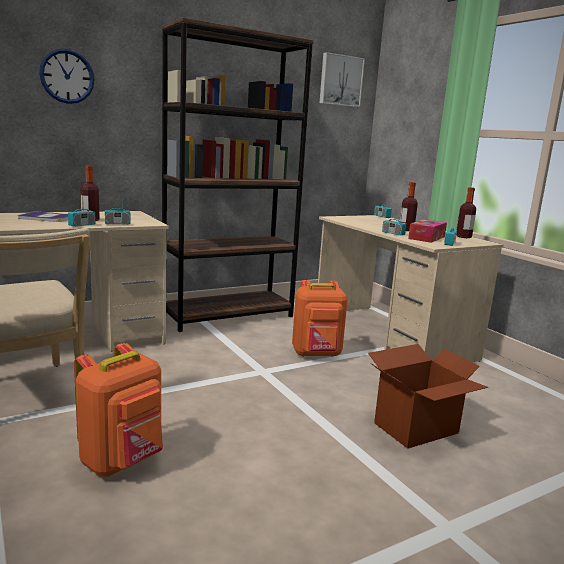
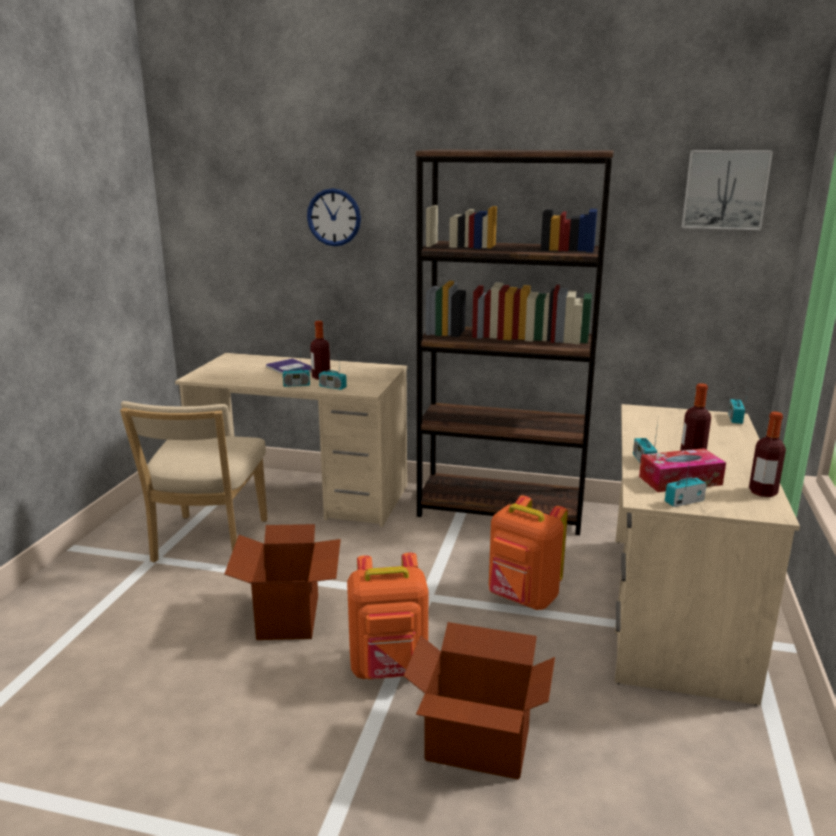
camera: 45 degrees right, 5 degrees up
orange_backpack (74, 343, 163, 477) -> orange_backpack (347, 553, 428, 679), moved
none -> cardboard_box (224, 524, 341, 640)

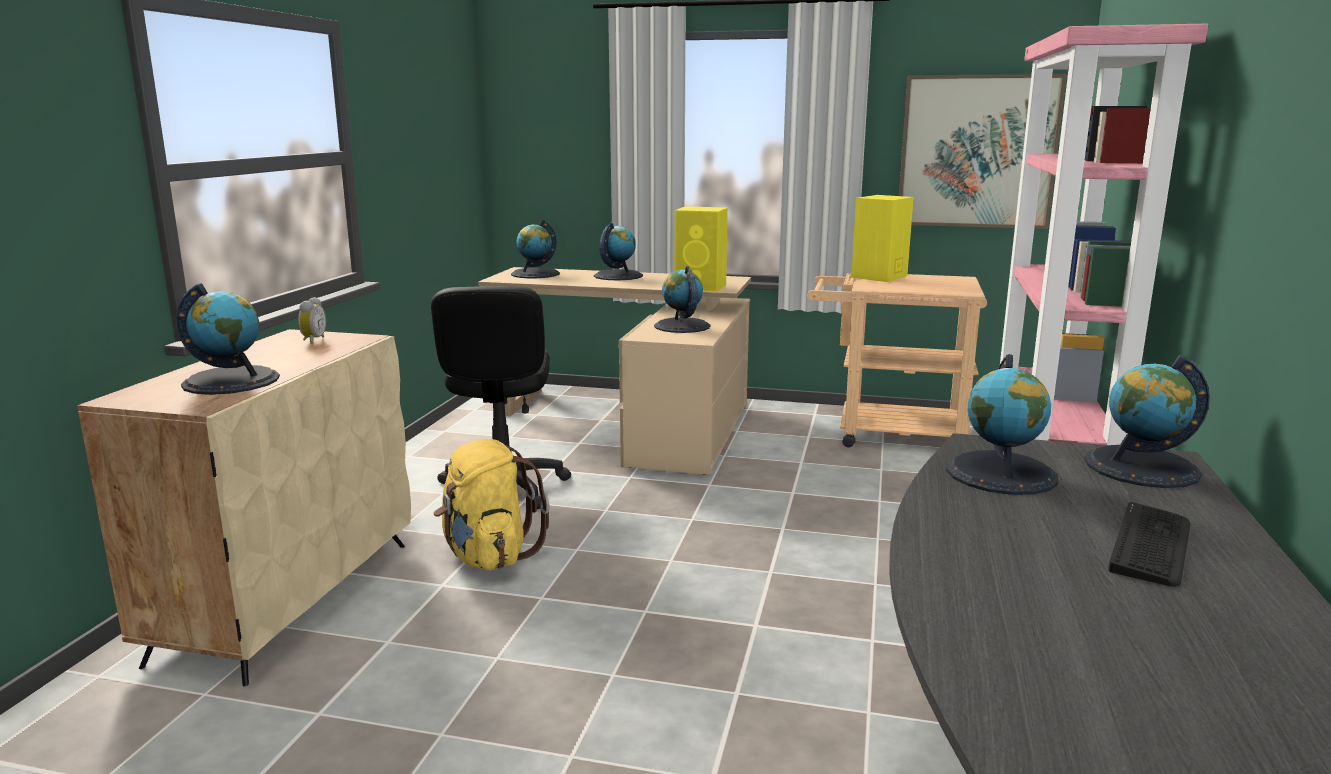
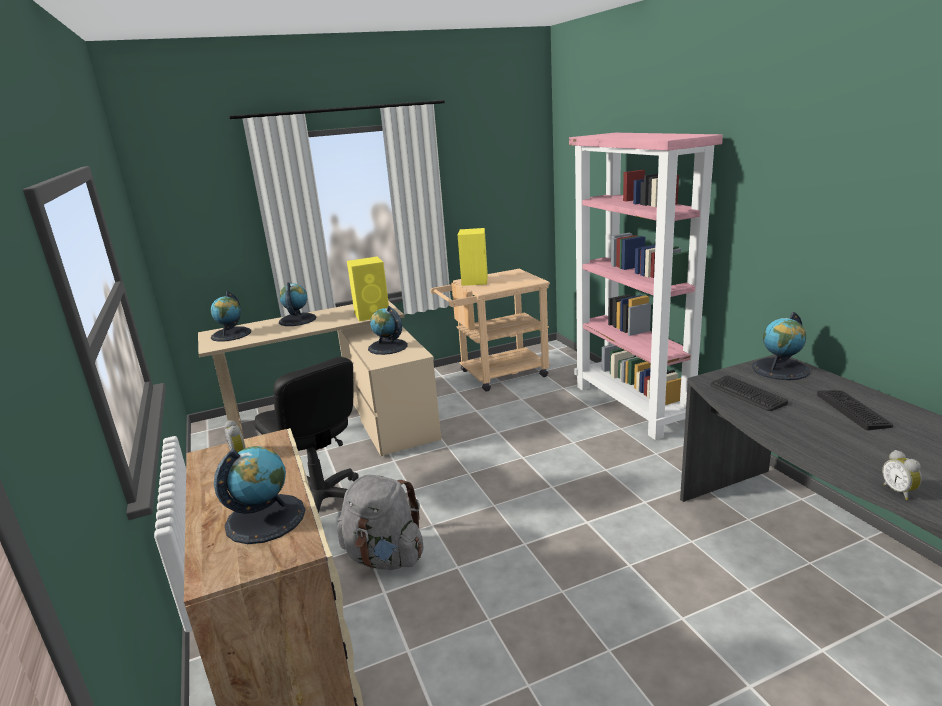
camera: 35 degrees left, 5 degrees up
yellow_backpack (434, 439, 550, 570) -> grey_backpack (337, 475, 423, 570)
picture (899, 74, 1067, 229) -> none
globe (946, 354, 1059, 495) -> keyboard (710, 376, 788, 411)
none -> alarm_clock (882, 450, 922, 500)

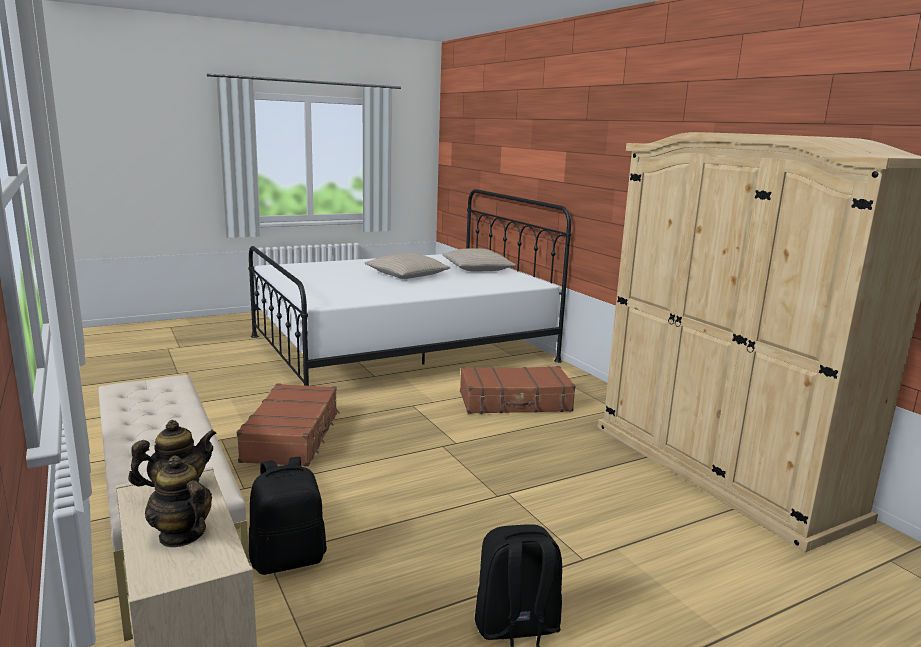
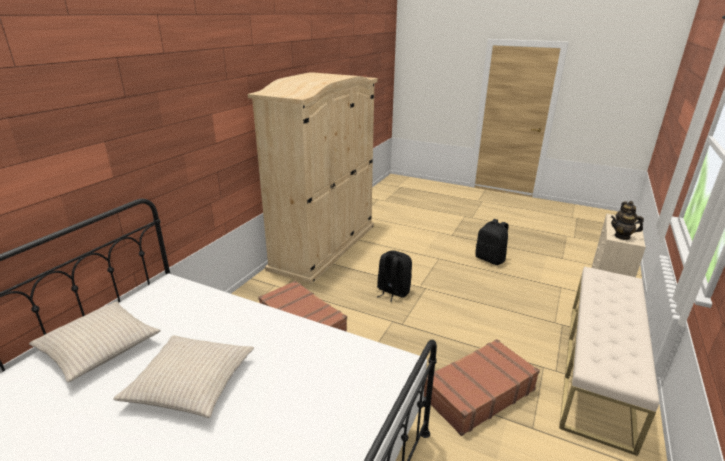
camera: 125 degrees left, 10 degrees up
black_backpack (249, 457, 327, 575) -> black_backpack (377, 250, 412, 302), moved

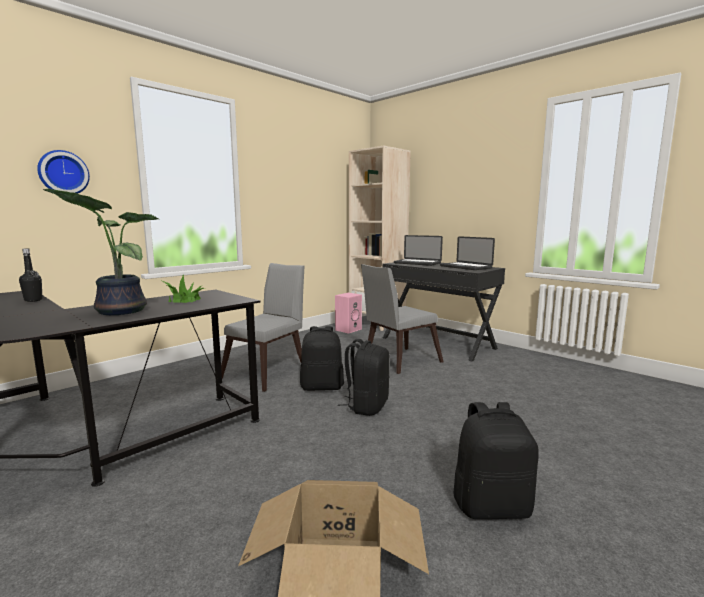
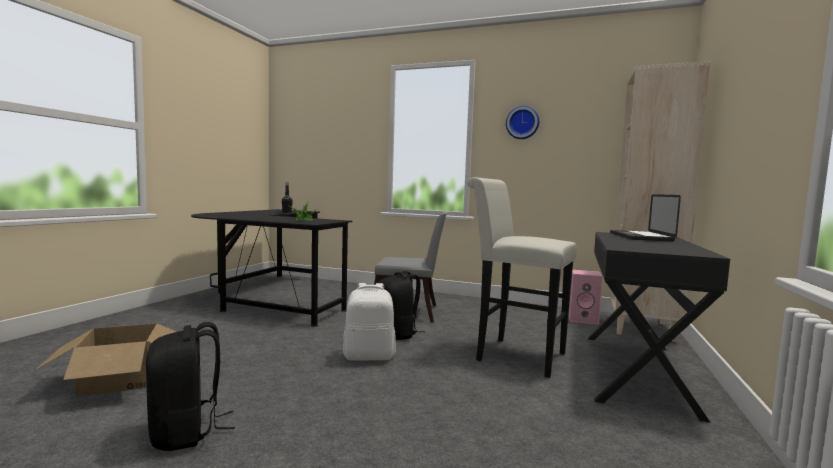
camera: 65 degrees right, 5 degrees down
wall_clock (37, 150, 90, 193) -> wall_clock (506, 106, 539, 139), moved
potted_plant (42, 188, 159, 315) -> none
black_backpack (338, 339, 389, 416) -> white_backpack (343, 283, 396, 360)
grey_chair (361, 264, 444, 374) -> white_stool (467, 177, 577, 378)
laptop (440, 236, 495, 270) -> none

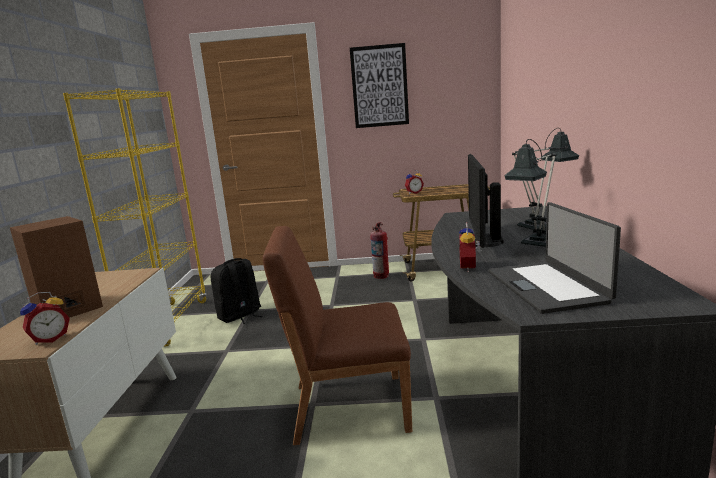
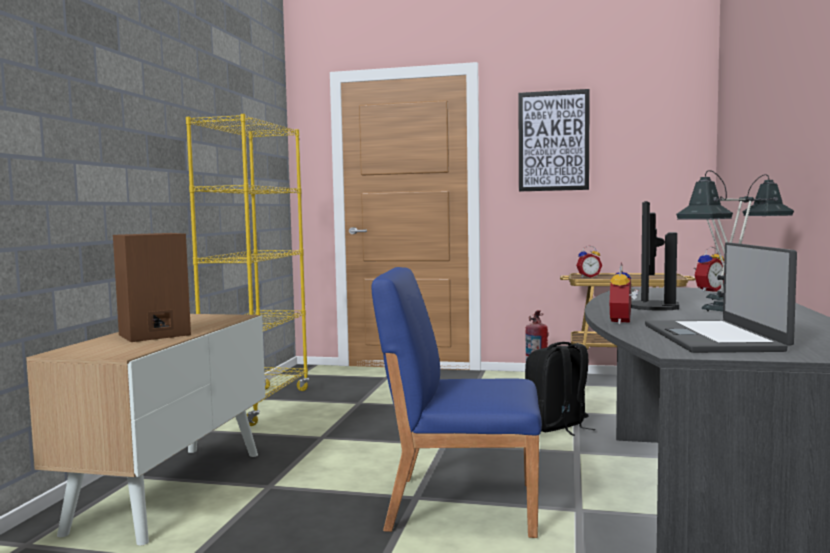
camera: 10 degrees right, 10 degrees down
alarm_clock (20, 292, 70, 345) -> alarm_clock (694, 246, 724, 292), moved
black_backpack (211, 258, 262, 324) -> black_backpack (525, 342, 595, 436), moved
brown_chair (263, 226, 412, 445) -> blue_chair (372, 267, 542, 538)

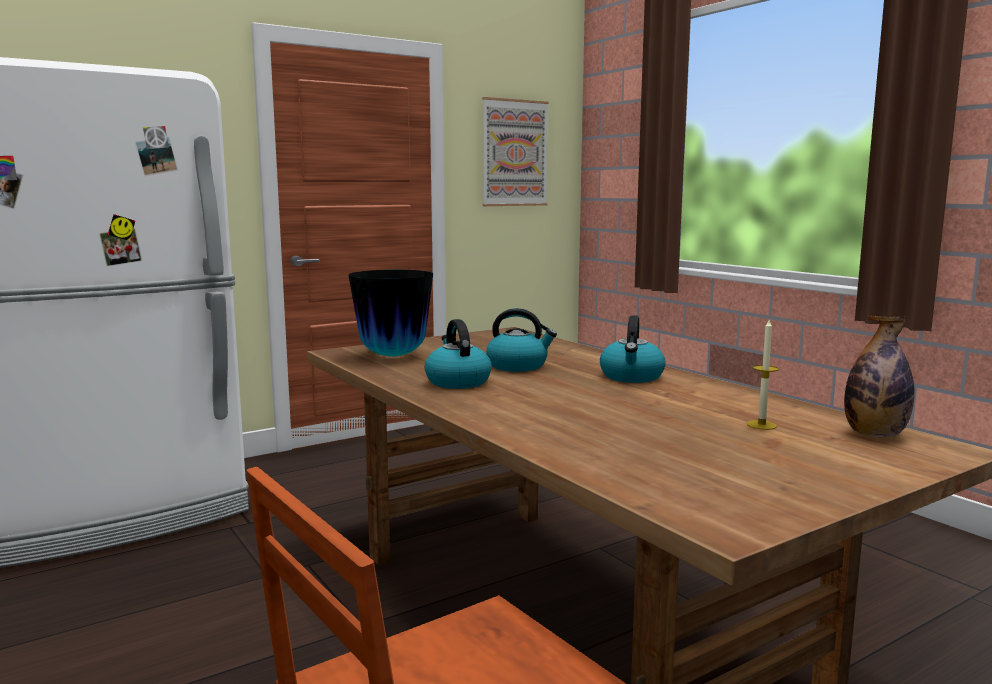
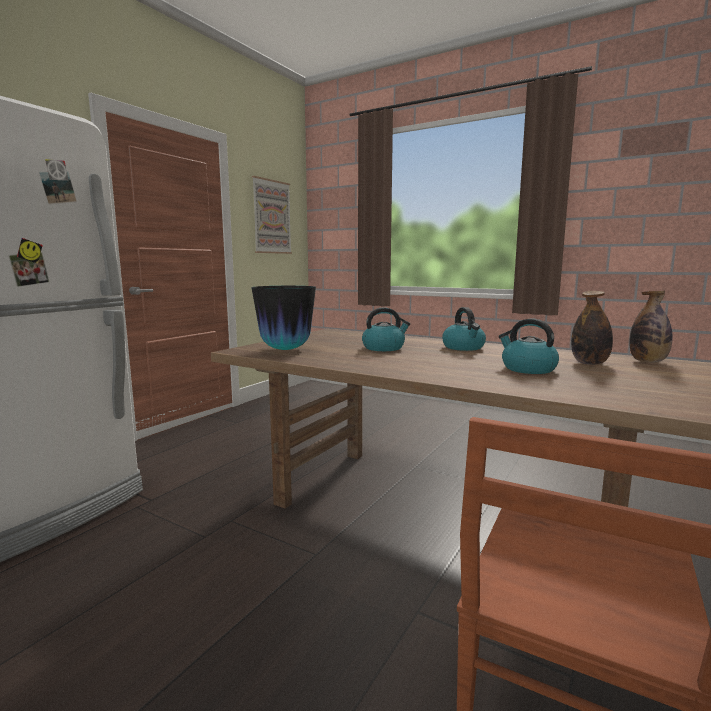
camera: 25 degrees left, 0 degrees up
kettle (425, 319, 492, 389) -> kettle (499, 319, 559, 374), moved
candle (747, 318, 779, 430) -> bottle (571, 291, 613, 365)

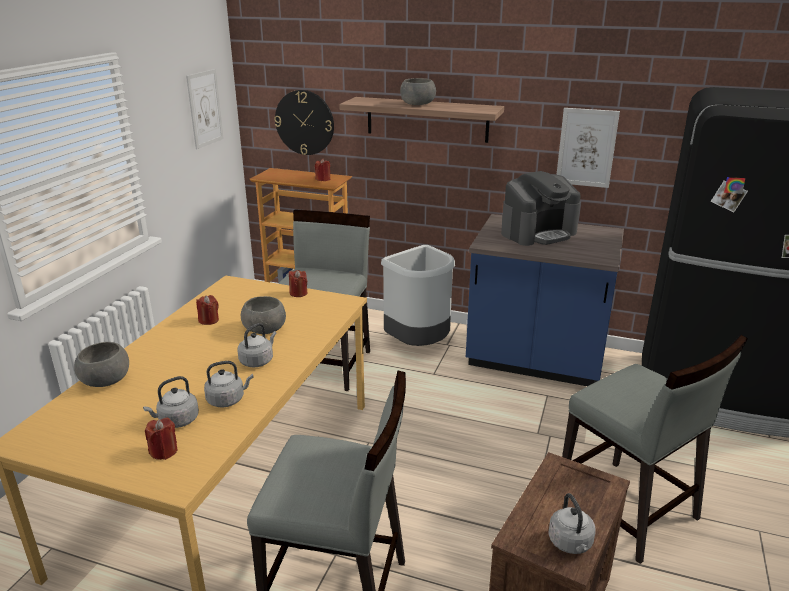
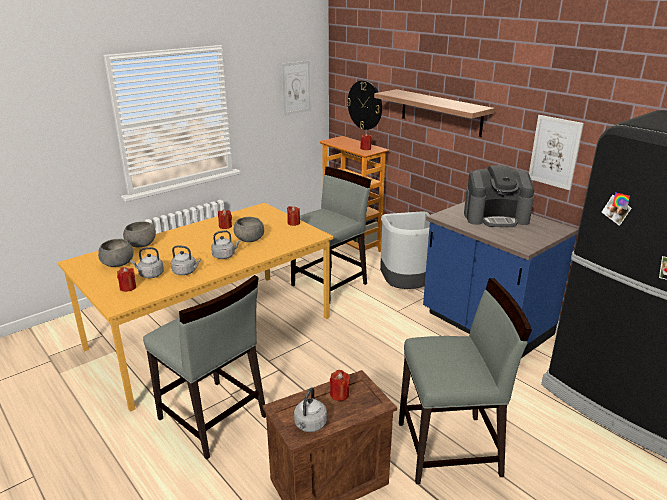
camera: 30 degrees right, 0 degrees up
grey_bowl (400, 78, 436, 105) -> grey_bowl (98, 239, 134, 267), moved
grey_chair (562, 335, 748, 564) -> grey_chair (399, 278, 532, 484), 90 degrees counterclockwise
none -> red_candle (330, 370, 350, 401)

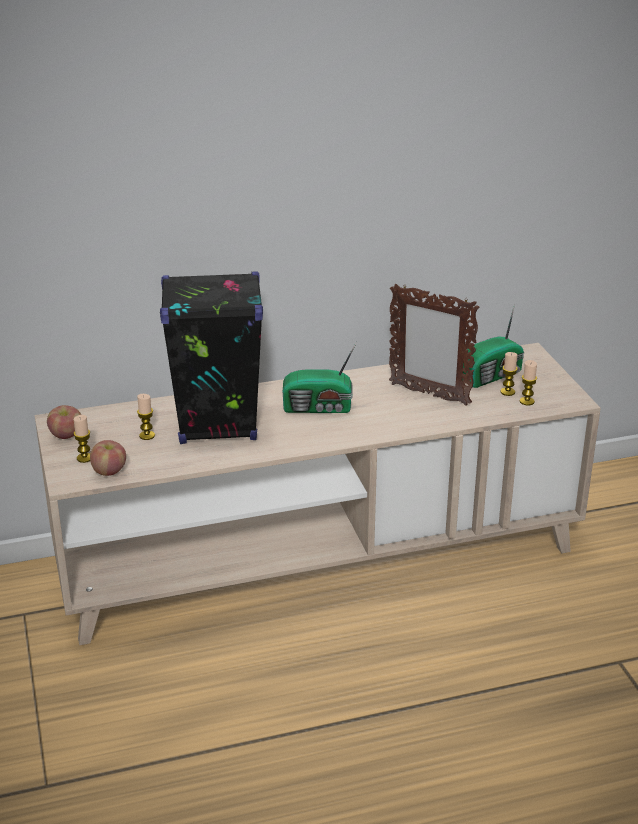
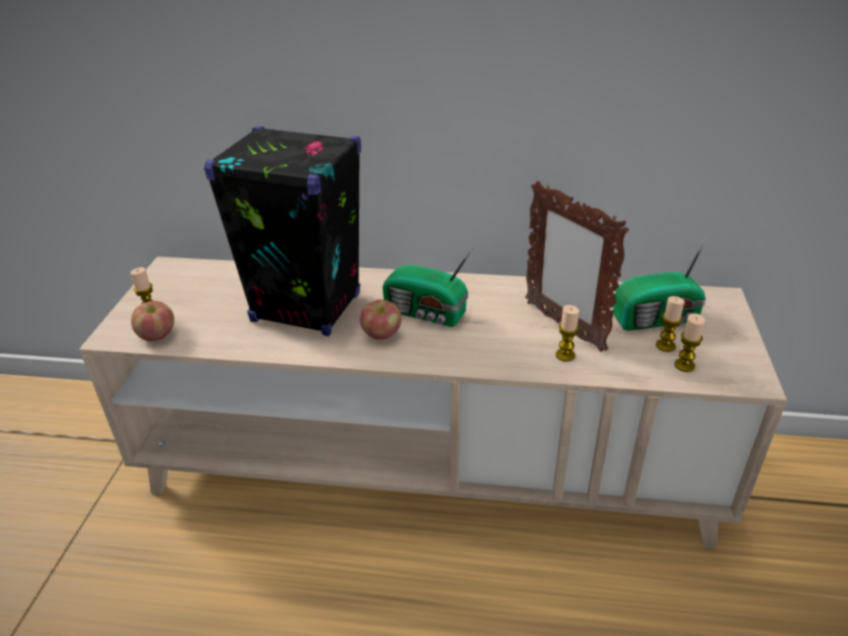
camera: 25 degrees right, 5 degrees up
apple (47, 405, 81, 439) -> apple (360, 299, 402, 340), moved
candle (137, 394, 155, 440) -> candle (556, 305, 579, 362), moved

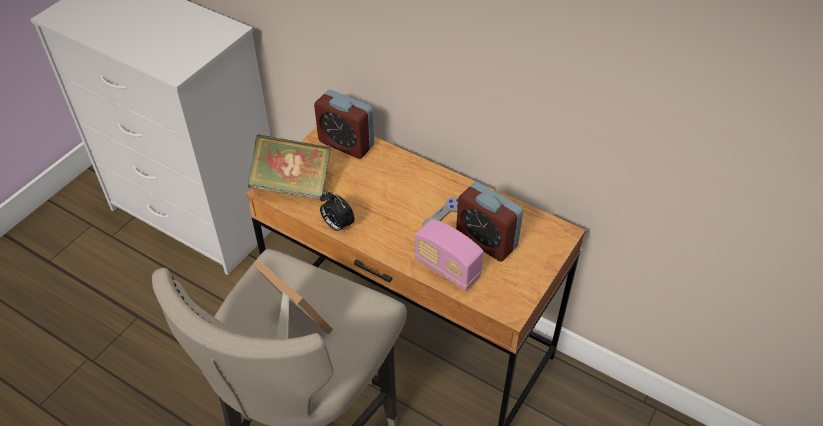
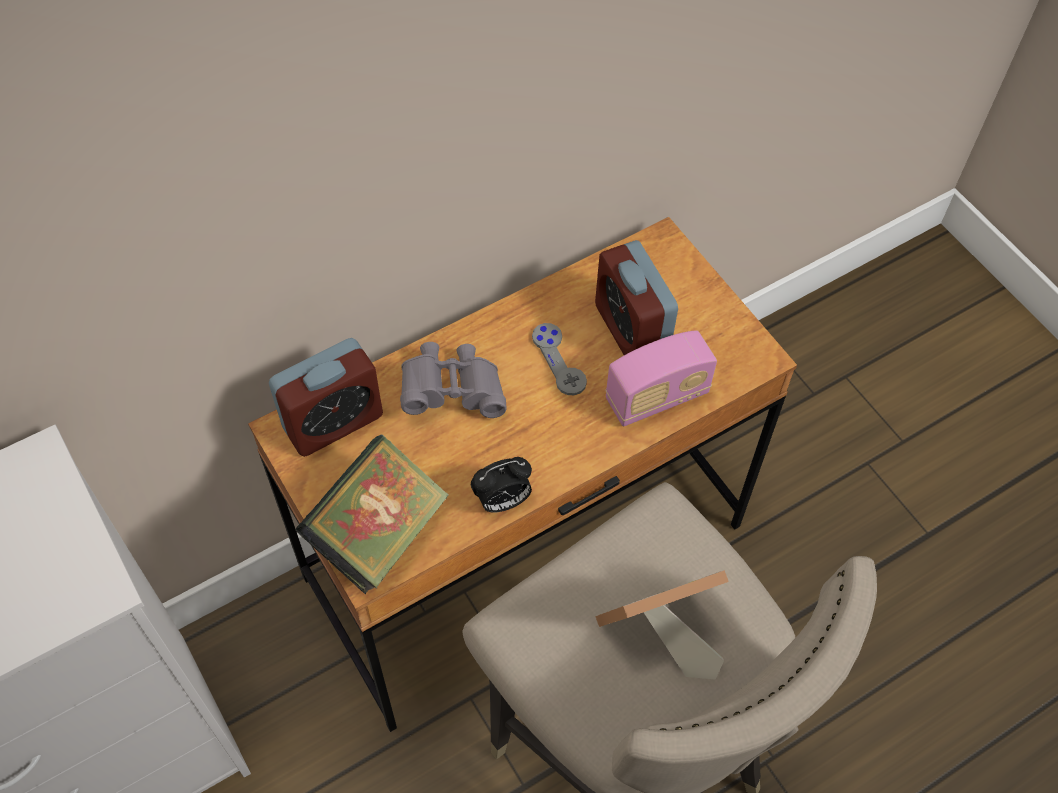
camera: 65 degrees left, 10 degrees up
alarm_clock (456, 182, 523, 262) -> alarm_clock (595, 240, 678, 355), 90 degrees clockwise
none -> grey_binoculars (400, 342, 507, 418)

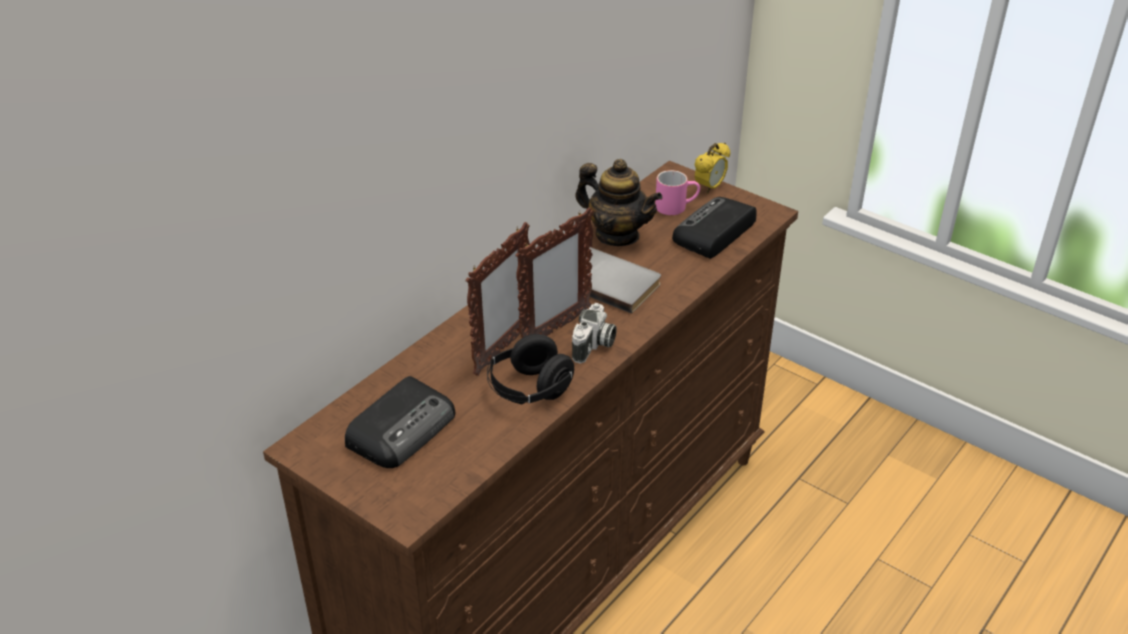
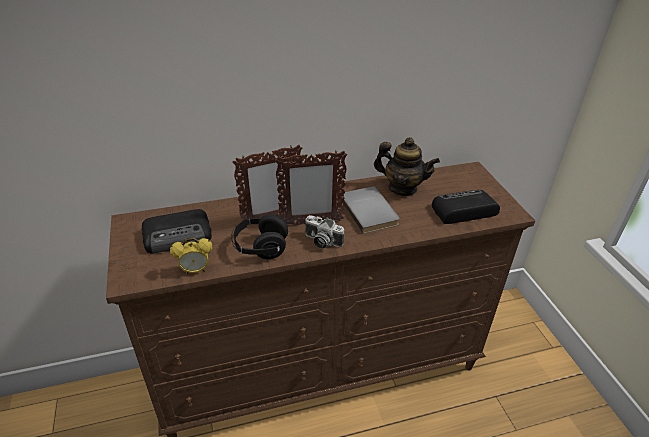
camera: 35 degrees right, 0 degrees up
photo_camera (572, 303, 617, 364) -> photo_camera (305, 215, 344, 249), 60 degrees clockwise
teapot (575, 159, 662, 246) -> teapot (374, 137, 440, 196), 45 degrees counterclockwise
pink_mug (655, 170, 700, 215) -> none
alarm_clock (694, 143, 730, 194) -> alarm_clock (170, 237, 213, 274), moved

